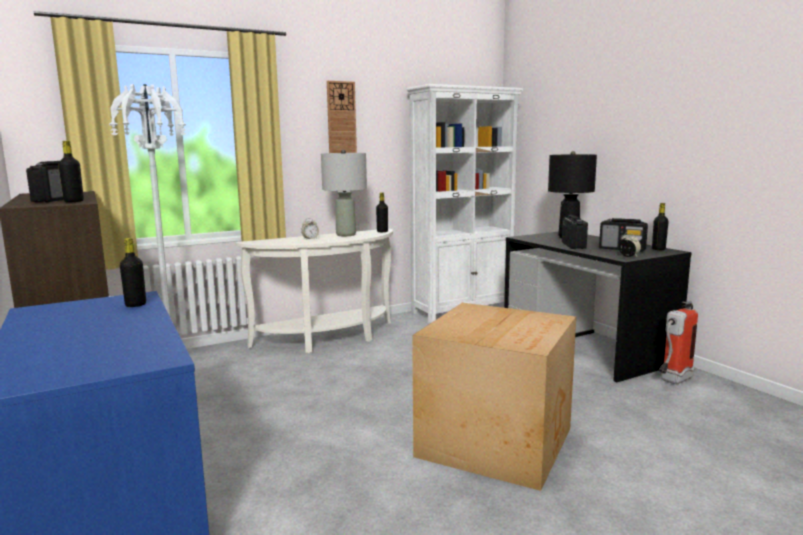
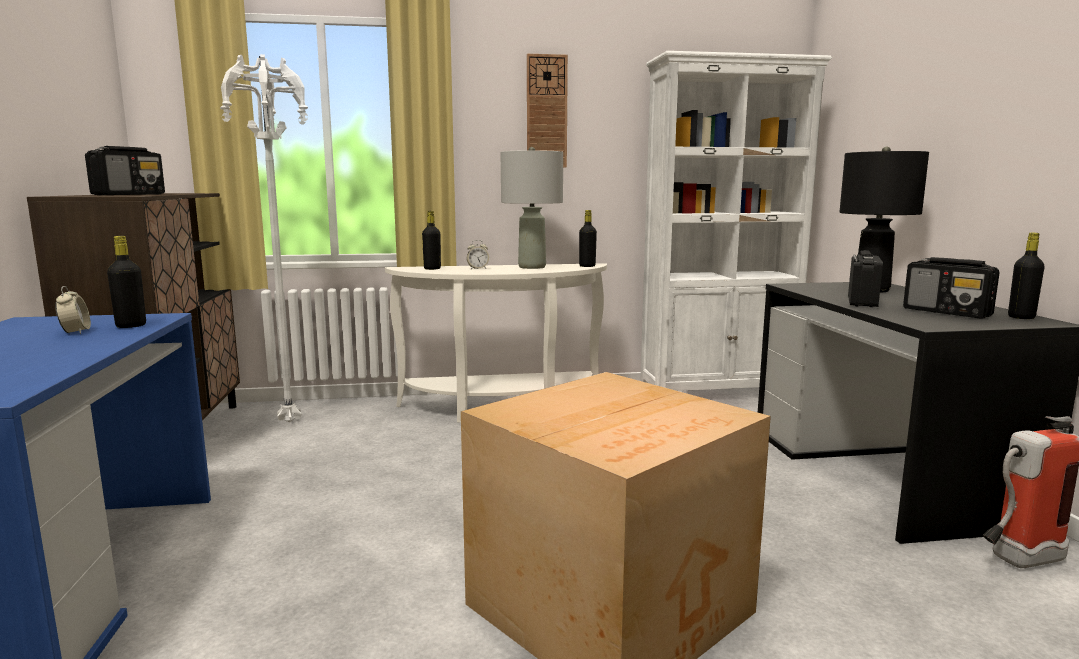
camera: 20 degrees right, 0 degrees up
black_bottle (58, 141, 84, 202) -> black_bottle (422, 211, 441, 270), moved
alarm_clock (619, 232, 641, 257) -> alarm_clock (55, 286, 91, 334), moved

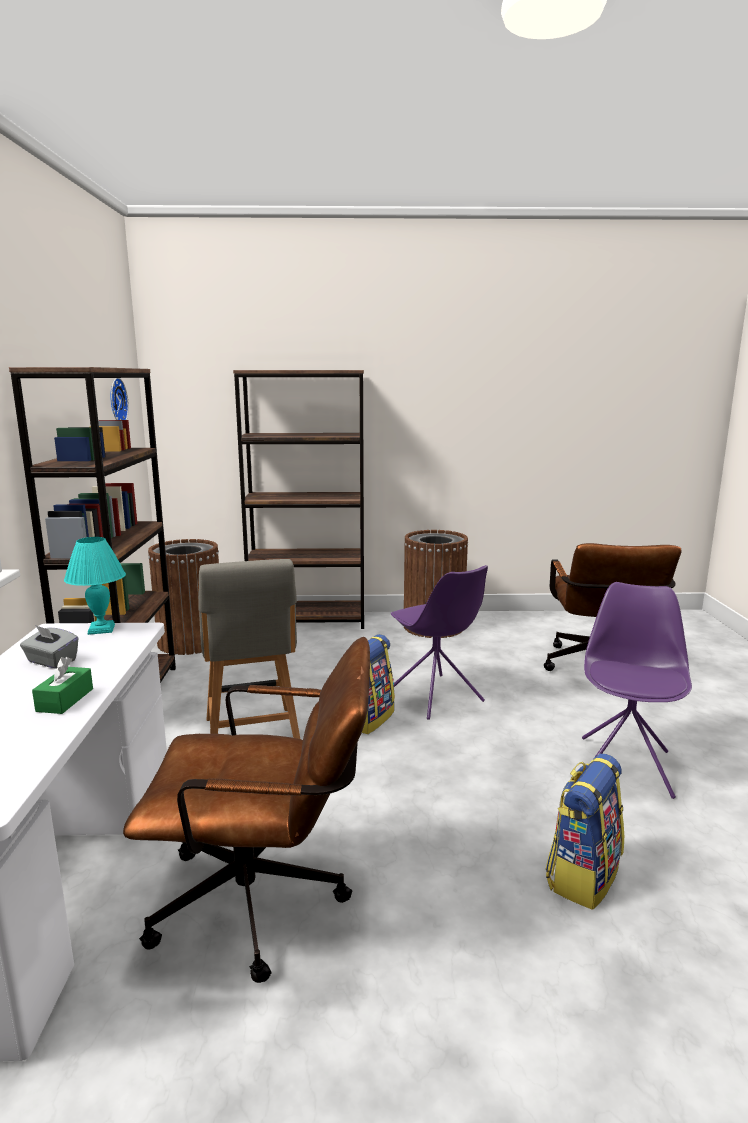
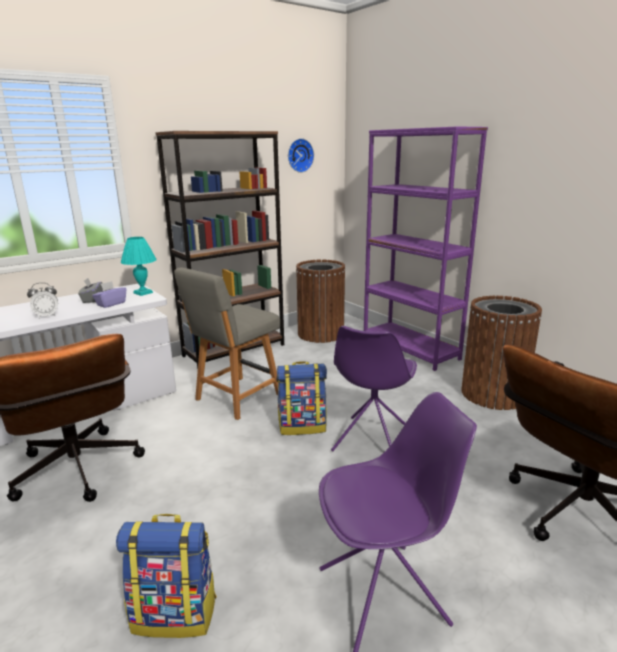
camera: 55 degrees right, 5 degrees up
green_tissue_box (32, 657, 93, 714) -> alarm_clock (27, 282, 58, 318)
brown_bookcase (233, 370, 364, 629) -> purple_bookcase (364, 126, 488, 371)
none -> purple_tissue_box (92, 281, 126, 308)

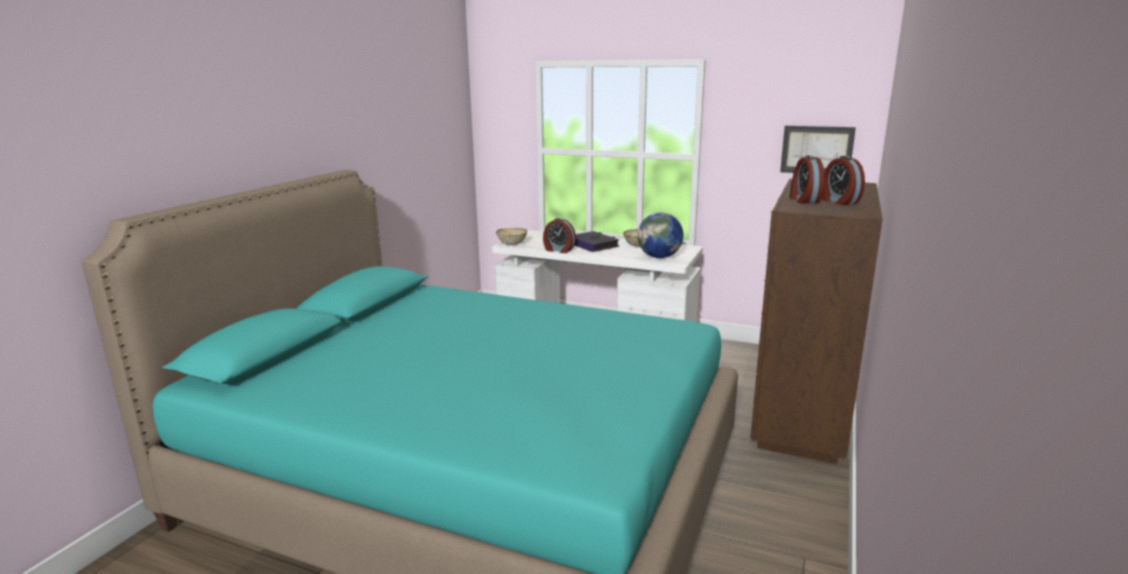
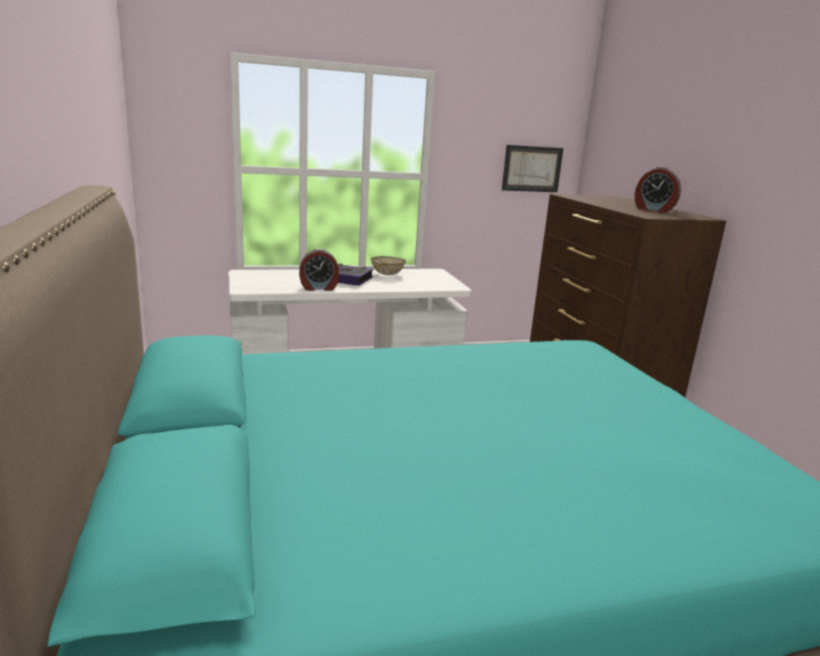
camera: 40 degrees left, 0 degrees up
bowl (496, 228, 527, 245) -> none
globe (637, 212, 683, 258) -> none
alarm_clock (790, 155, 824, 204) -> none

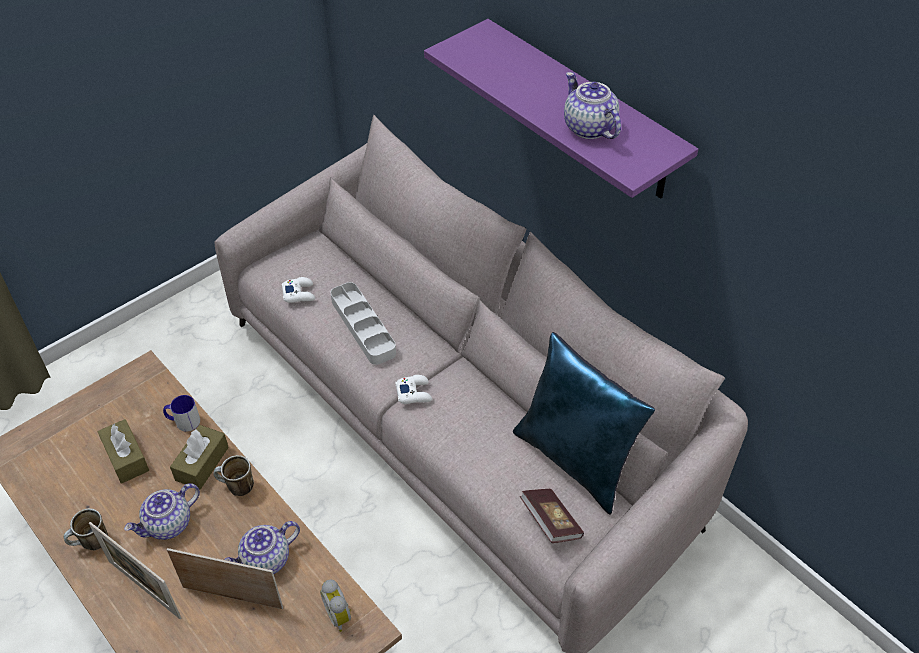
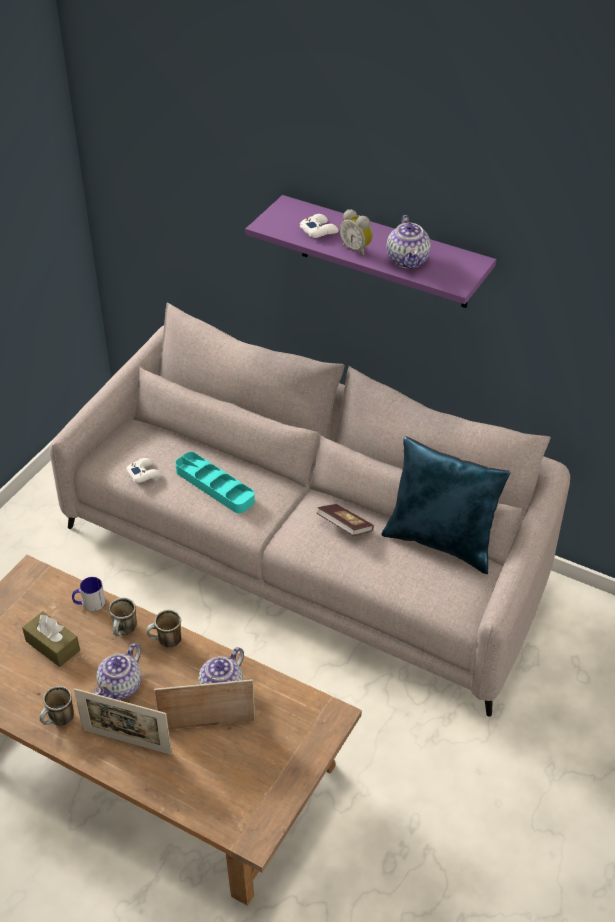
camera: 20 degrees left, 5 degrees down
brown_tissue_box (170, 425, 229, 490) -> mug (109, 598, 137, 636)
alarm_clock (320, 580, 351, 632) -> alarm_clock (340, 209, 373, 257), moved
grey_tray (331, 282, 396, 365) -> turquoise_tray (175, 452, 255, 513)
white_game_controller (395, 375, 432, 404) -> white_game_controller (300, 214, 339, 238), moved
book (520, 489, 584, 543) -> book (317, 504, 374, 536), moved
teapot (564, 72, 621, 139) -> teapot (387, 215, 431, 269), 135 degrees counterclockwise

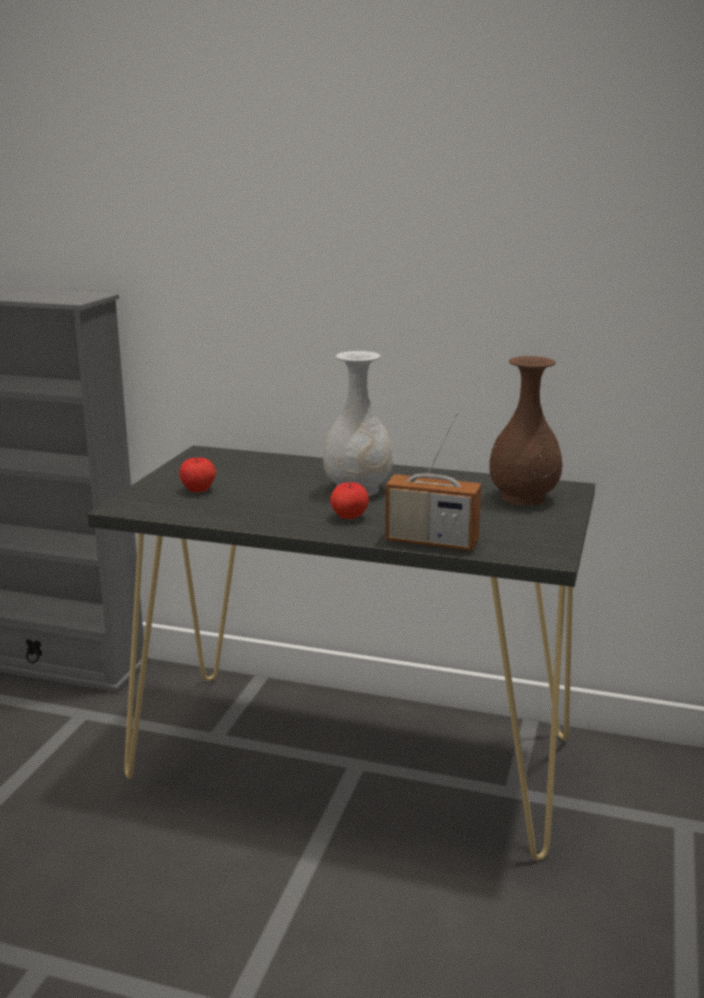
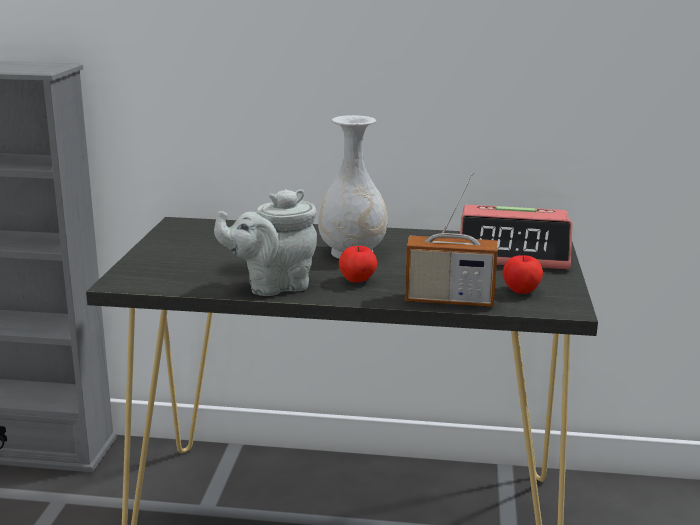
camera: 10 degrees left, 0 degrees up
apple (179, 457, 216, 492) -> apple (502, 255, 543, 294), moved
brown_vase (489, 356, 563, 506) -> alarm_clock (460, 205, 573, 270)
none -> grey_teapot (214, 189, 317, 296)

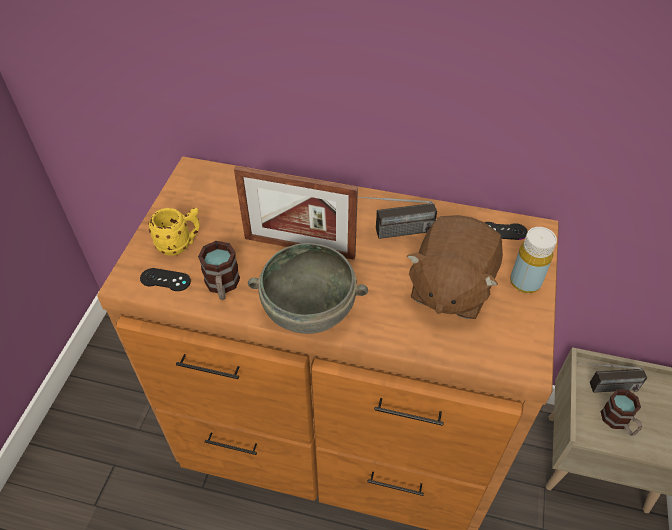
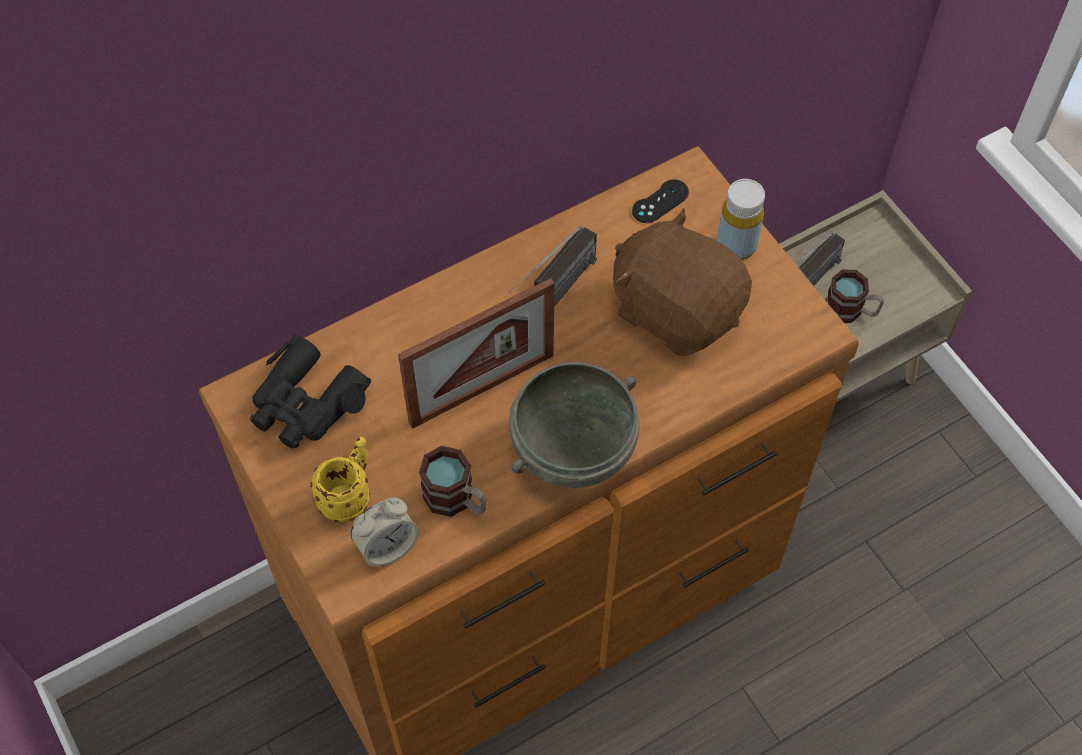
camera: 45 degrees left, 10 degrees up
black_game_controller (140, 268, 191, 291) -> alarm_clock (350, 497, 419, 567)
brown_plush_toy (407, 215, 503, 319) -> brown_plush_toy (613, 208, 752, 356), 150 degrees clockwise
none -> black_binoculars (250, 334, 371, 448)

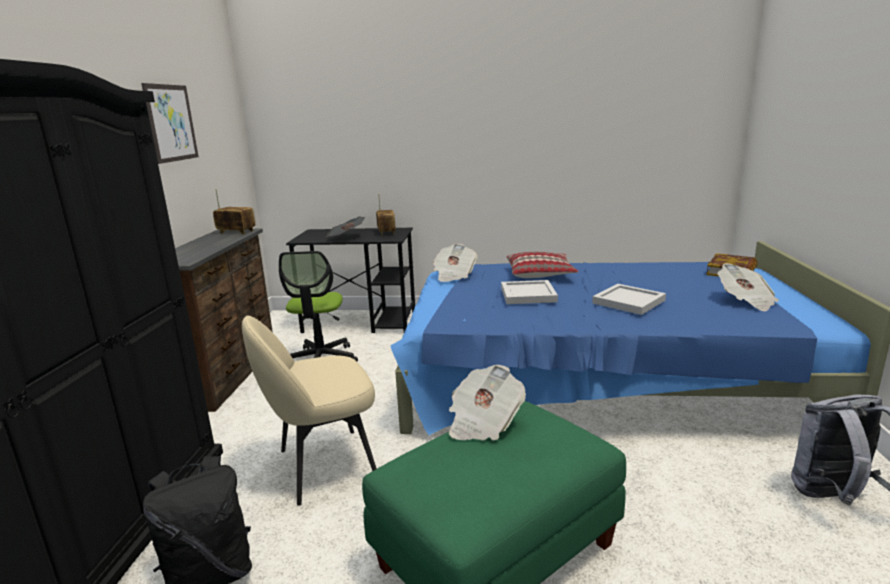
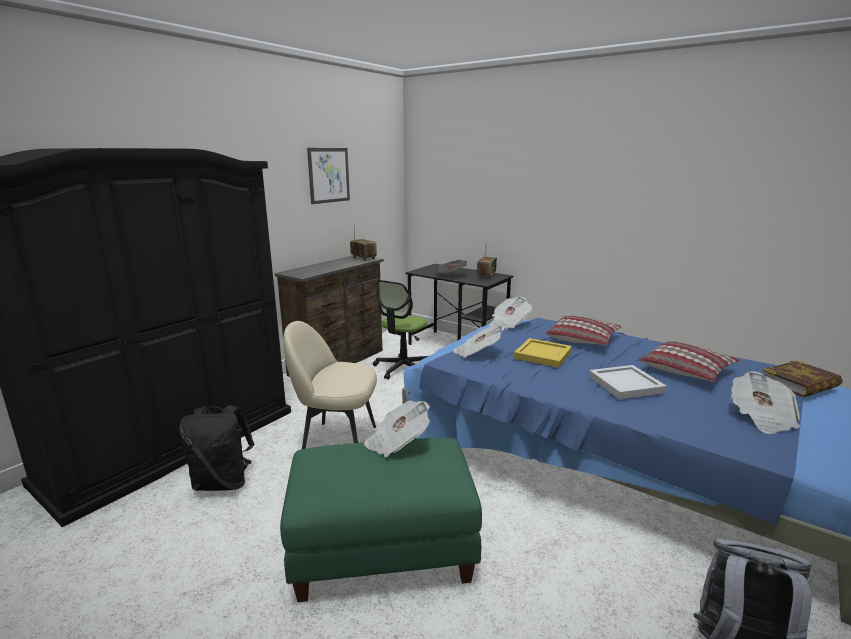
camera: 30 degrees right, 0 degrees up
white_tray (501, 280, 558, 304) -> yellow_tray (514, 338, 572, 368)
none -> newspaper (453, 325, 504, 358)
none -> pillow (640, 341, 739, 382)

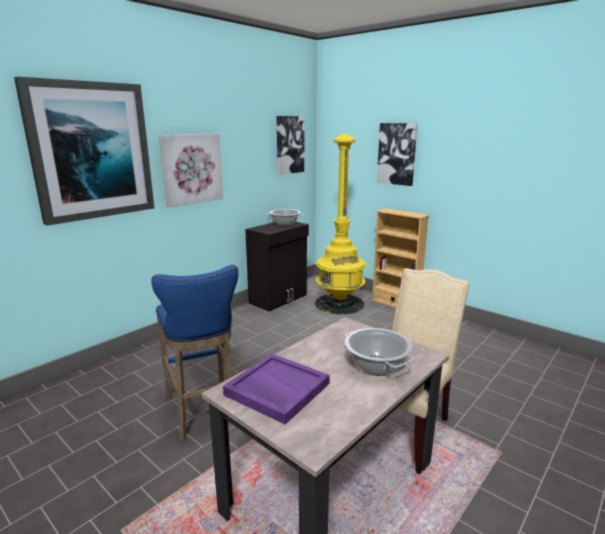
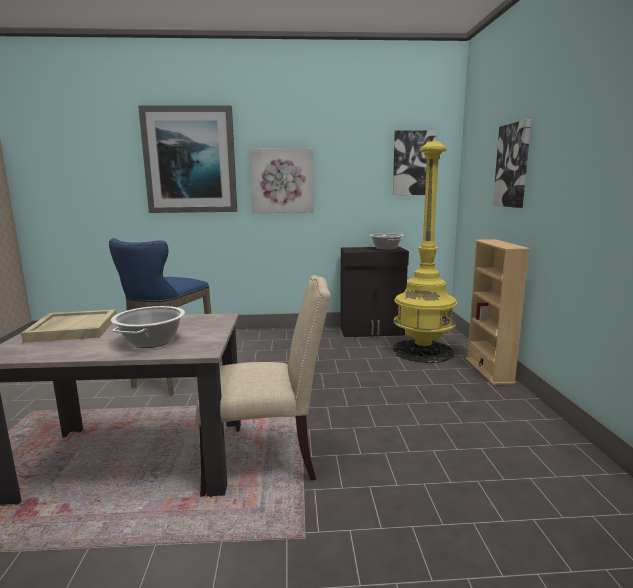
camera: 45 degrees right, 5 degrees down
purple_tray (223, 353, 330, 425) -> beige_tray (21, 309, 117, 343)

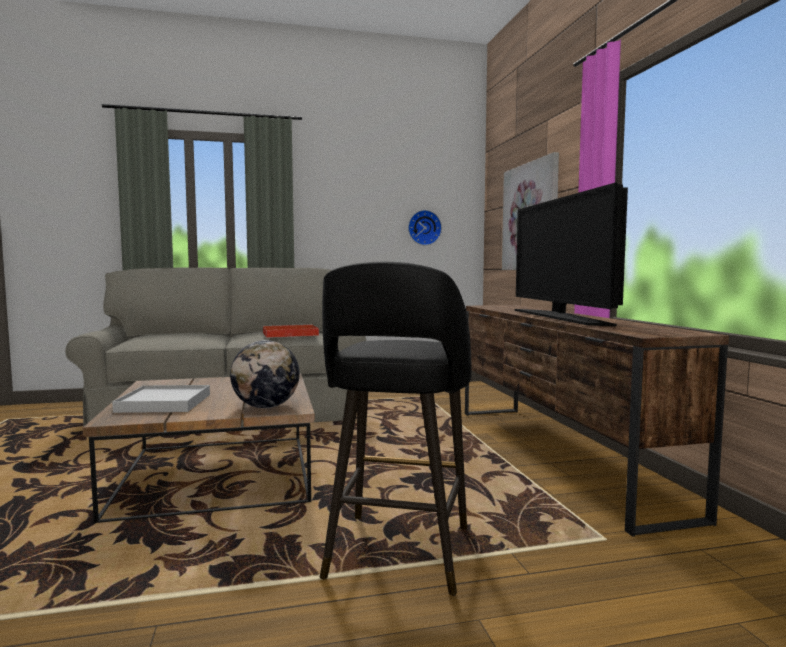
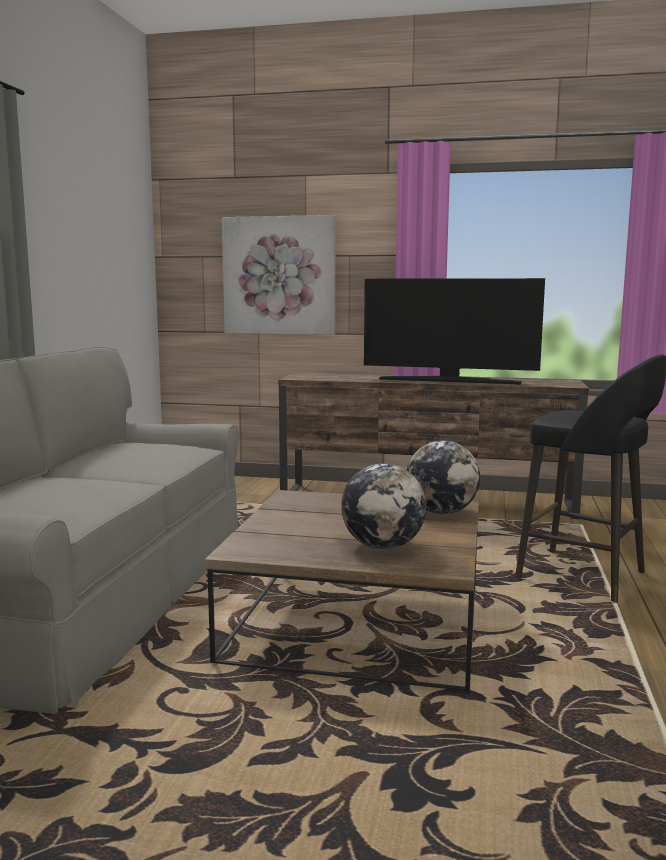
camera: 65 degrees left, 5 degrees up
white_tray (112, 385, 210, 413) -> globe (341, 464, 426, 549)
red_tray (263, 324, 319, 338) -> none
wall_clock (408, 210, 442, 245) -> none

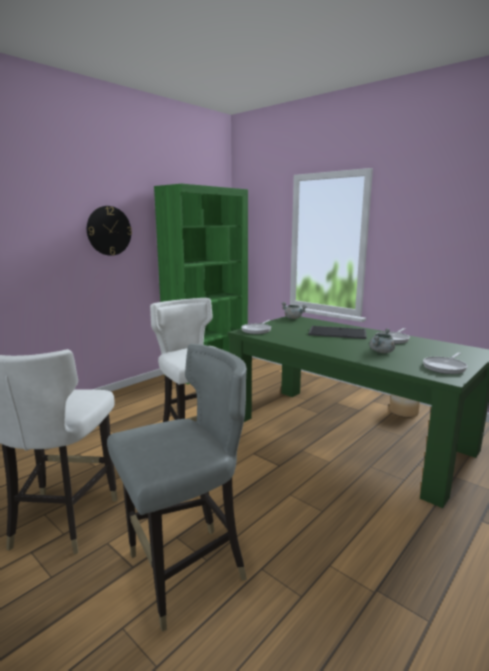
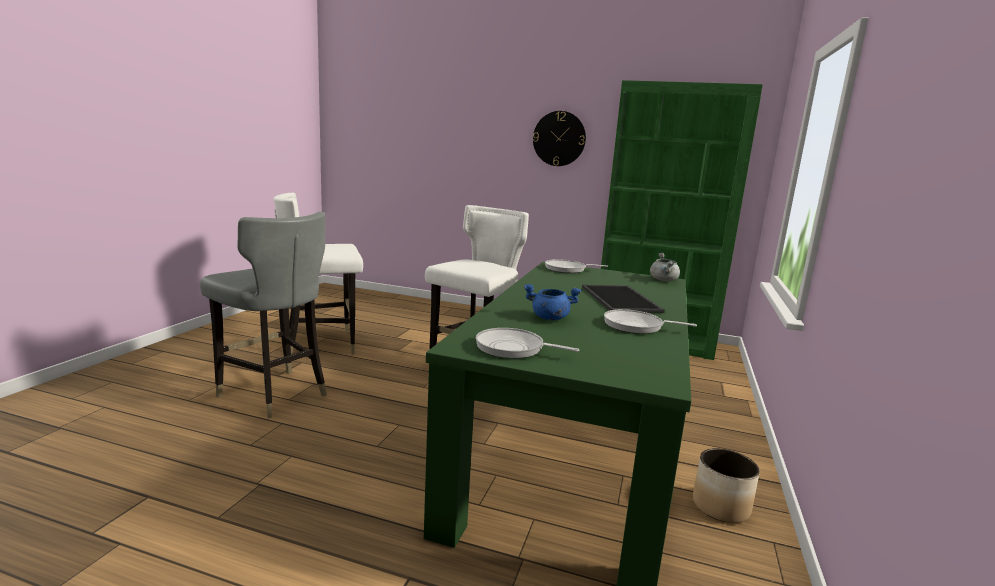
camera: 65 degrees right, 0 degrees up
grey_cooking_pot (369, 328, 395, 353) -> blue_cooking_pot (524, 284, 581, 320)

